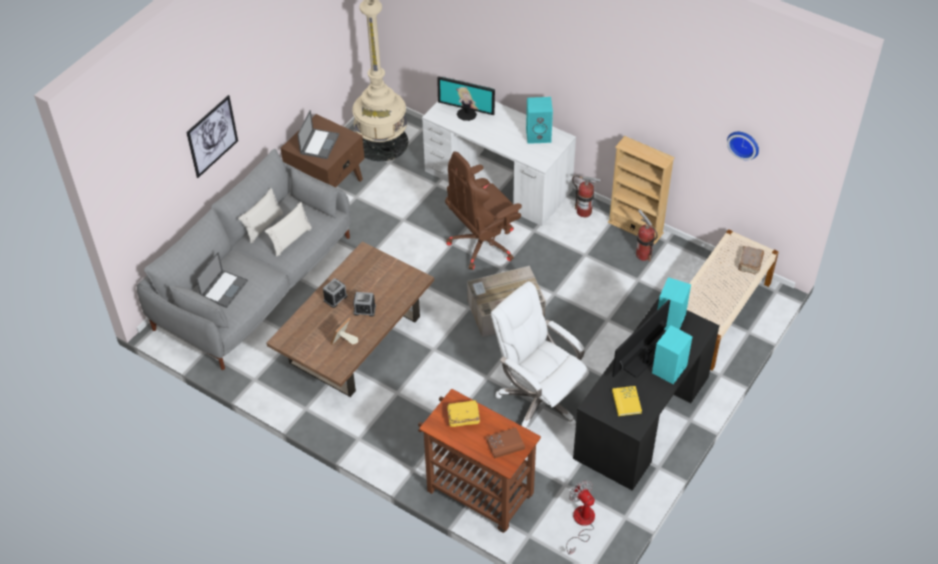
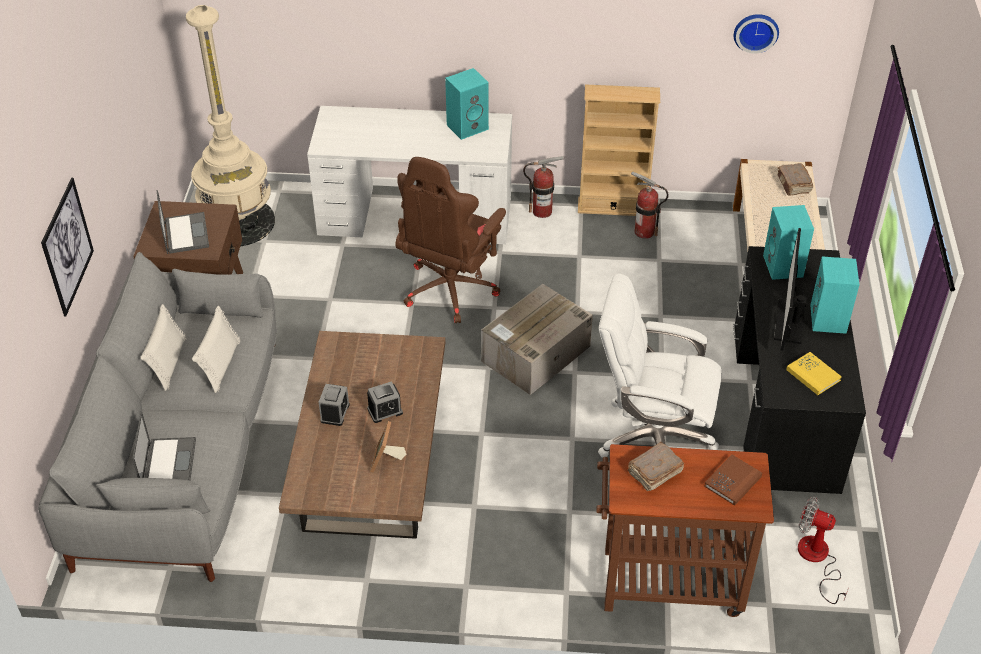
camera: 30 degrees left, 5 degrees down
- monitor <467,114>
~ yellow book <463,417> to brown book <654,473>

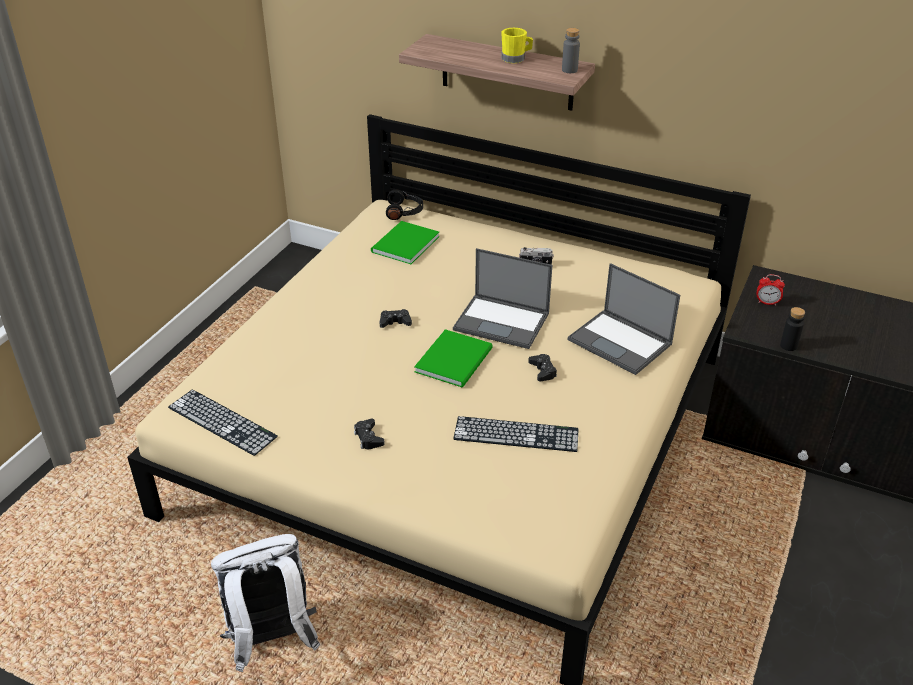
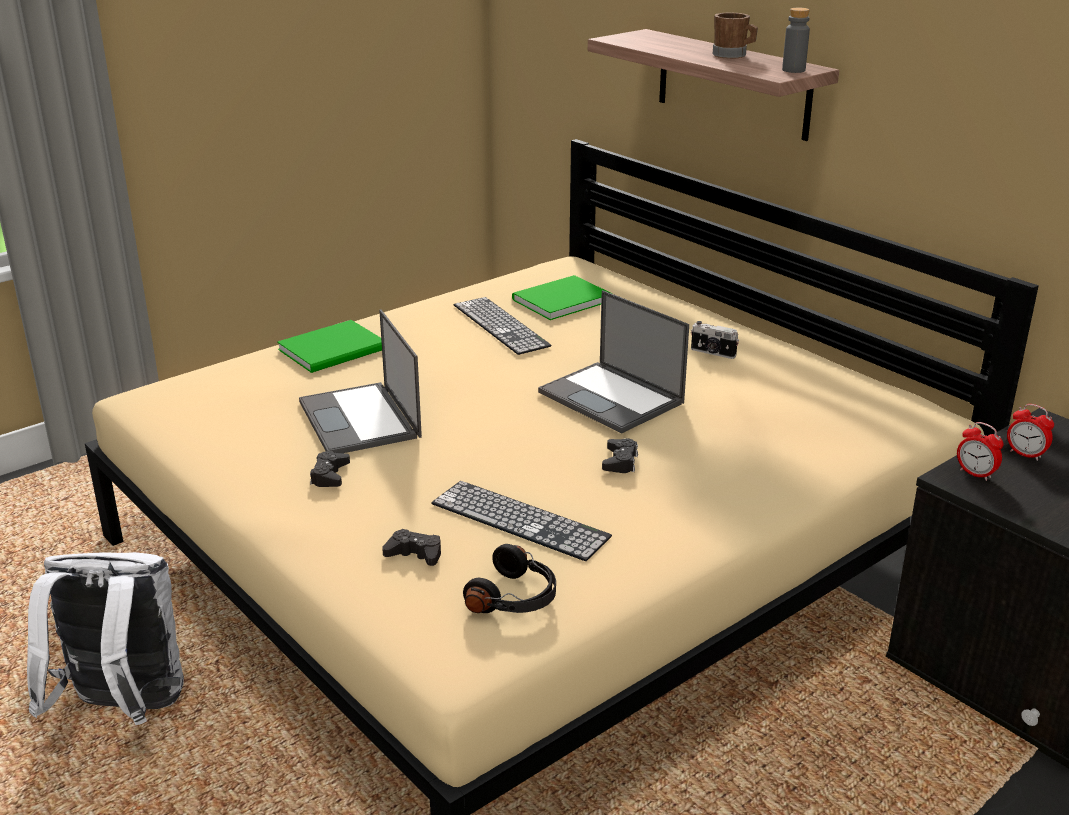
camera: 25 degrees right, 10 degrees down
~ yellow mug <516,59> to brown mug <733,55>
~ black headphones <404,212> to <515,598>
~ laptop <621,342> to <360,420>
- black bottle <788,346>
~ black game controller <395,322> to <415,554>
~ green book <456,359> to <336,349>
~ keyboard <222,422> to <501,325>
+ alarm clock <975,474>

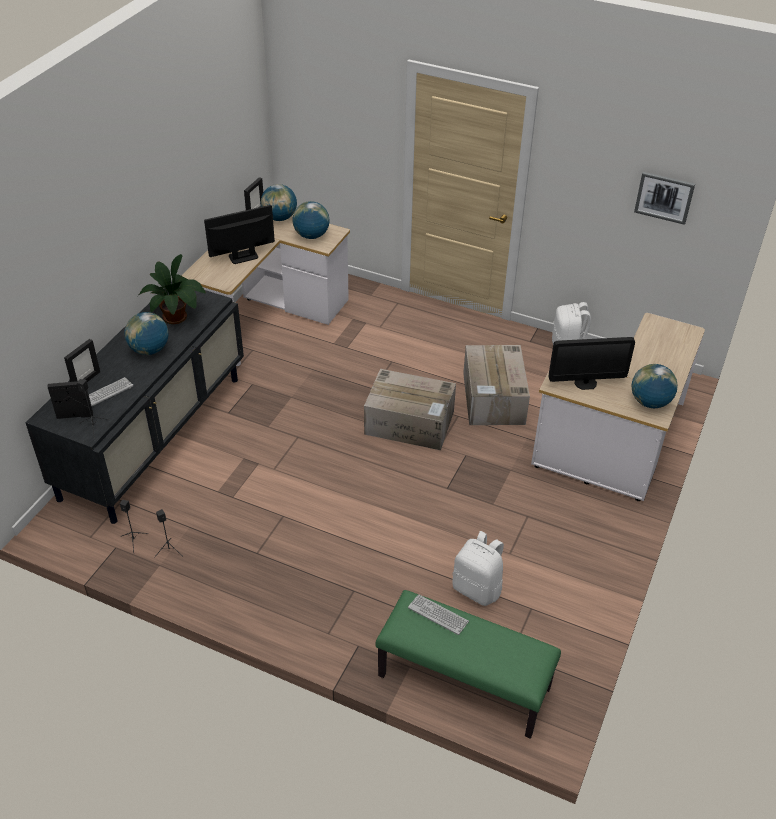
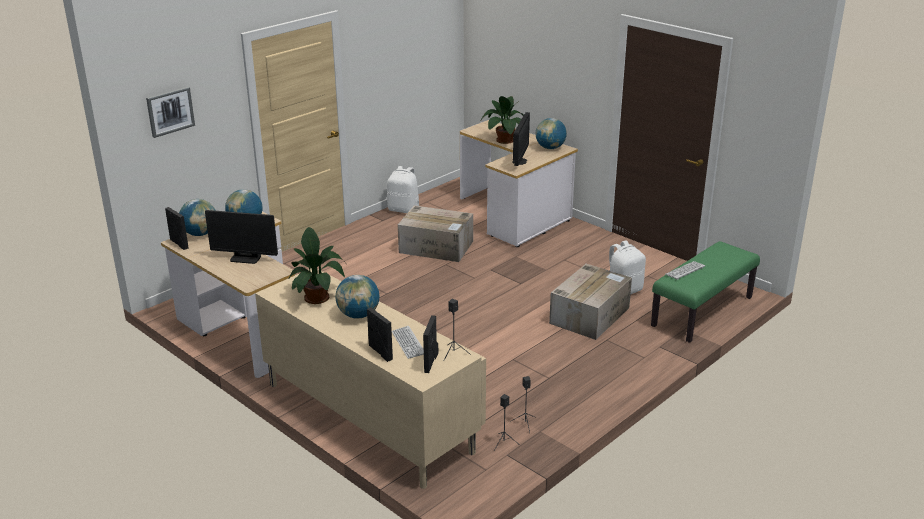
camera: 70 degrees left, 15 degrees down
~ picture <664,197> to <170,111>
~ monitor <243,256> = <245,258> 75 degrees counterclockwise
~ black cabinet <155,437> to beige cabinet <370,415>
~ cardboard box <410,423> to <590,315>
+ potted plant <503,140>

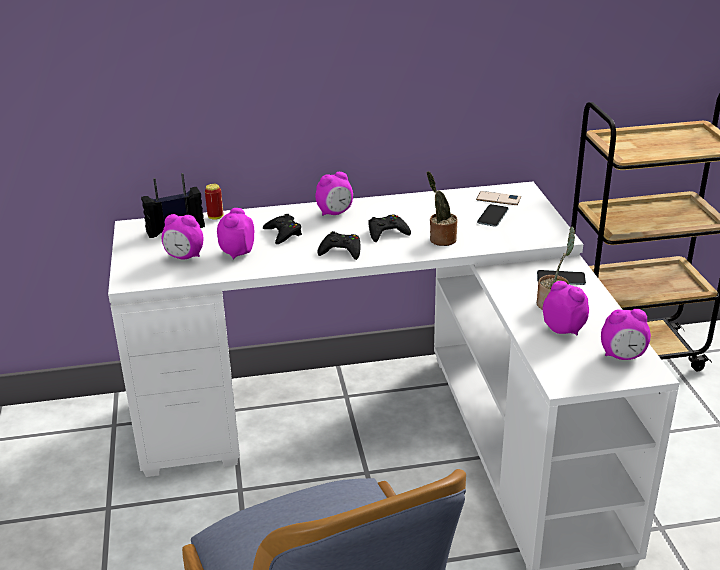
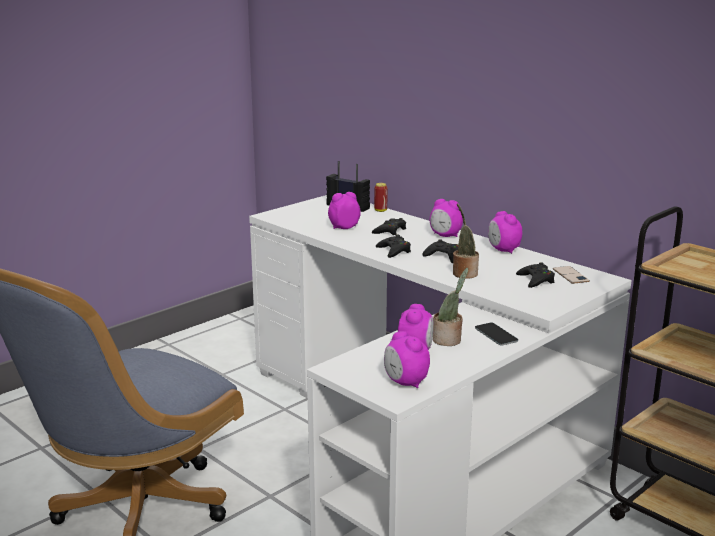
camera: 55 degrees right, 10 degrees down
~ phone <492,216> to black game controller <536,280>
~ alarm clock <184,257> to <503,250>

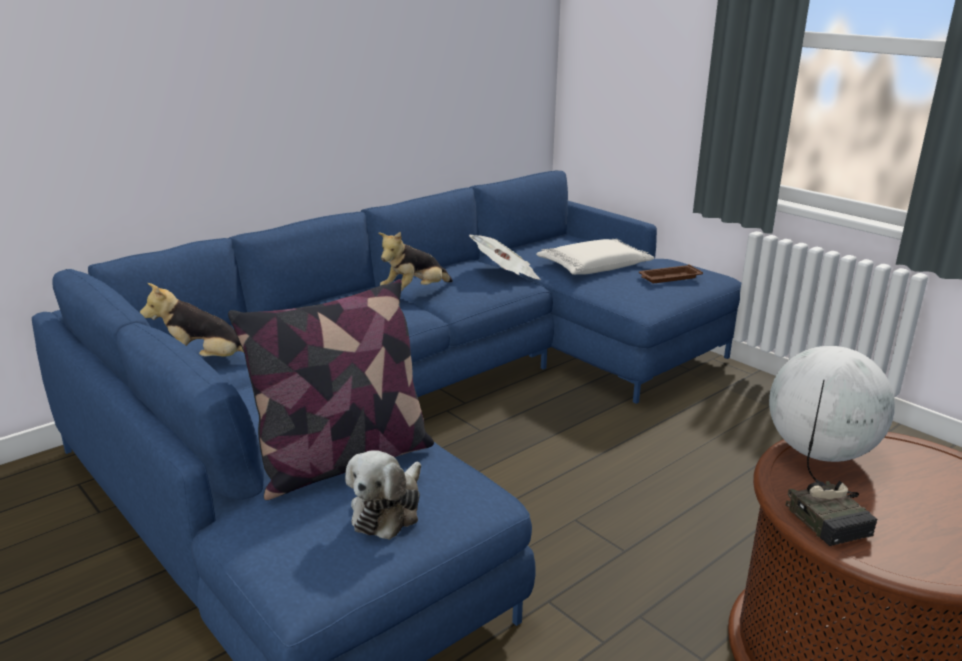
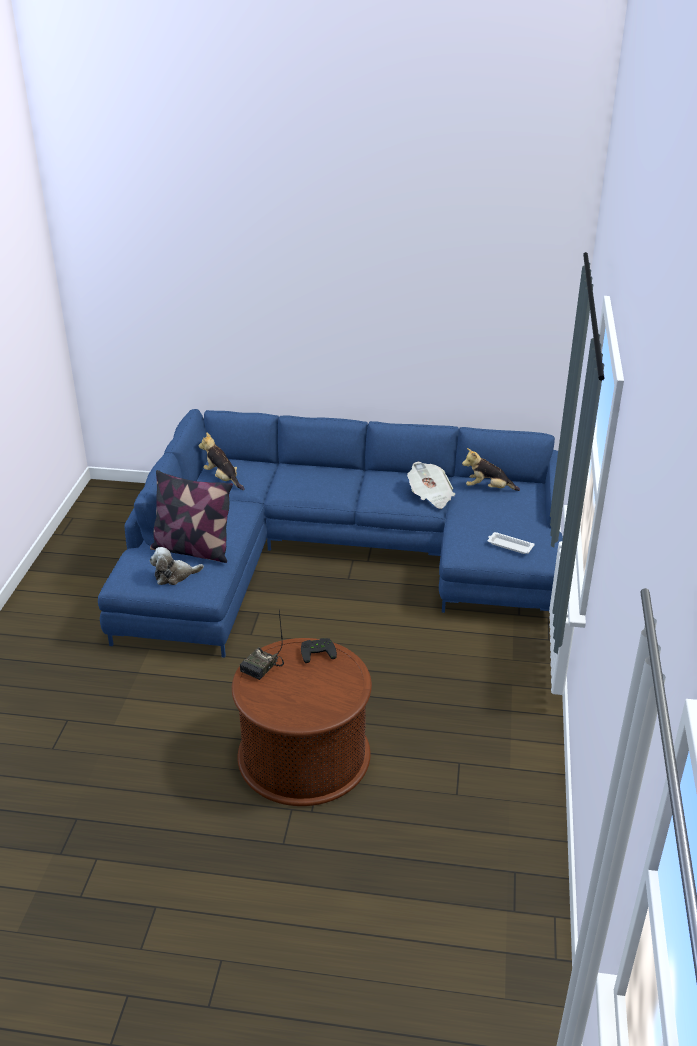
camera: 50 degrees right, 10 degrees up
~ plush toy <414,293> to <488,488>
- white pillow <594,264>
~ brown tray <668,278> to white tray <509,545>
~ globe <819,452> to black game controller <317,651>

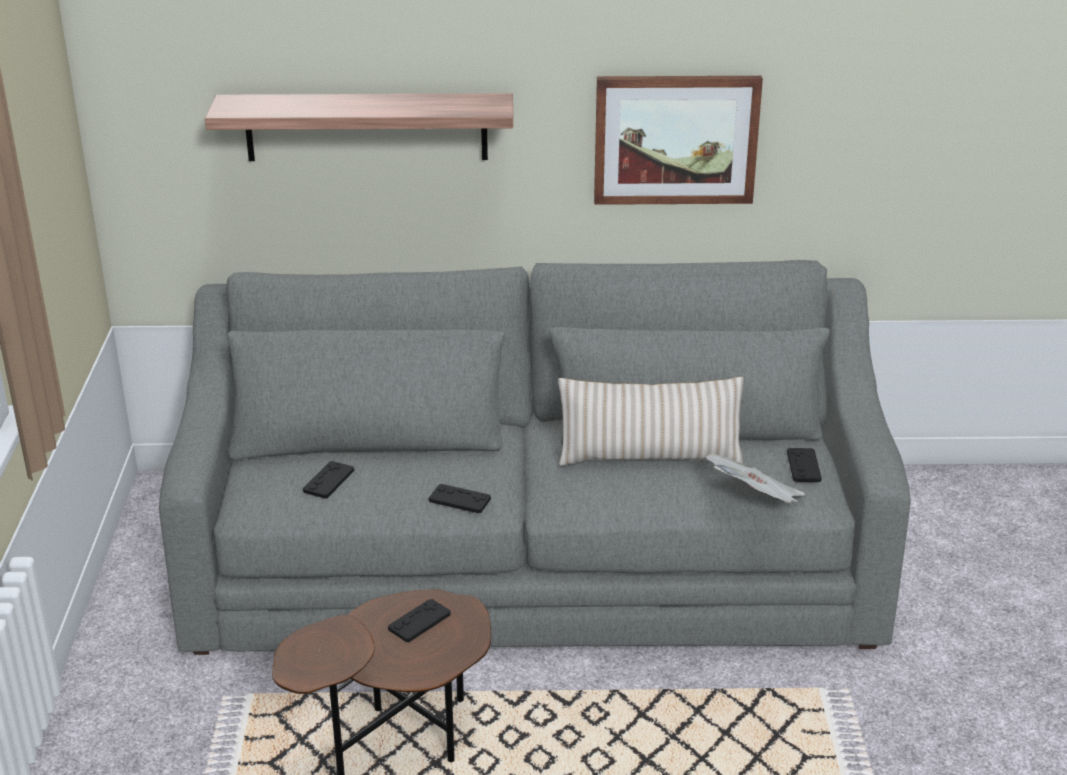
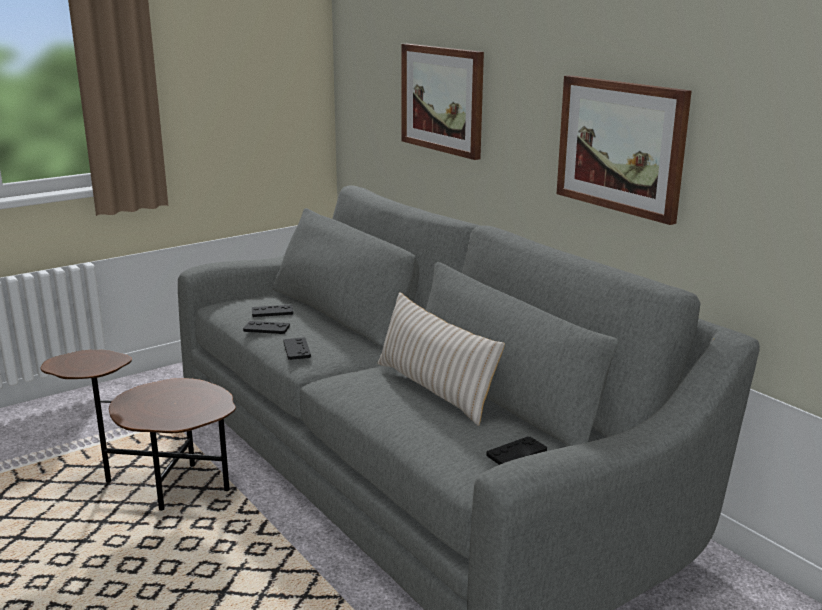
camera: 55 degrees right, 10 degrees down
~ shelf <366,127> to picture <442,99>
- newspaper <755,501>
~ black game controller <419,622> to <266,328>

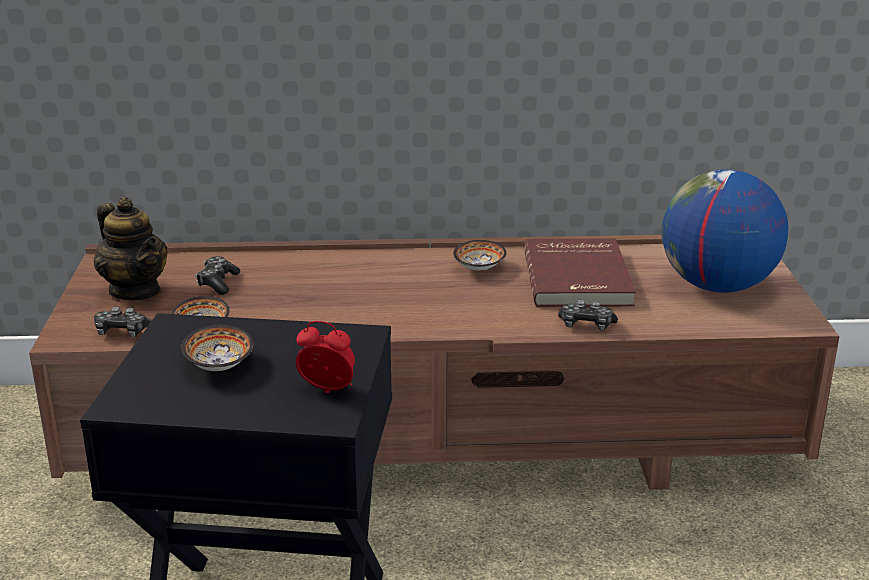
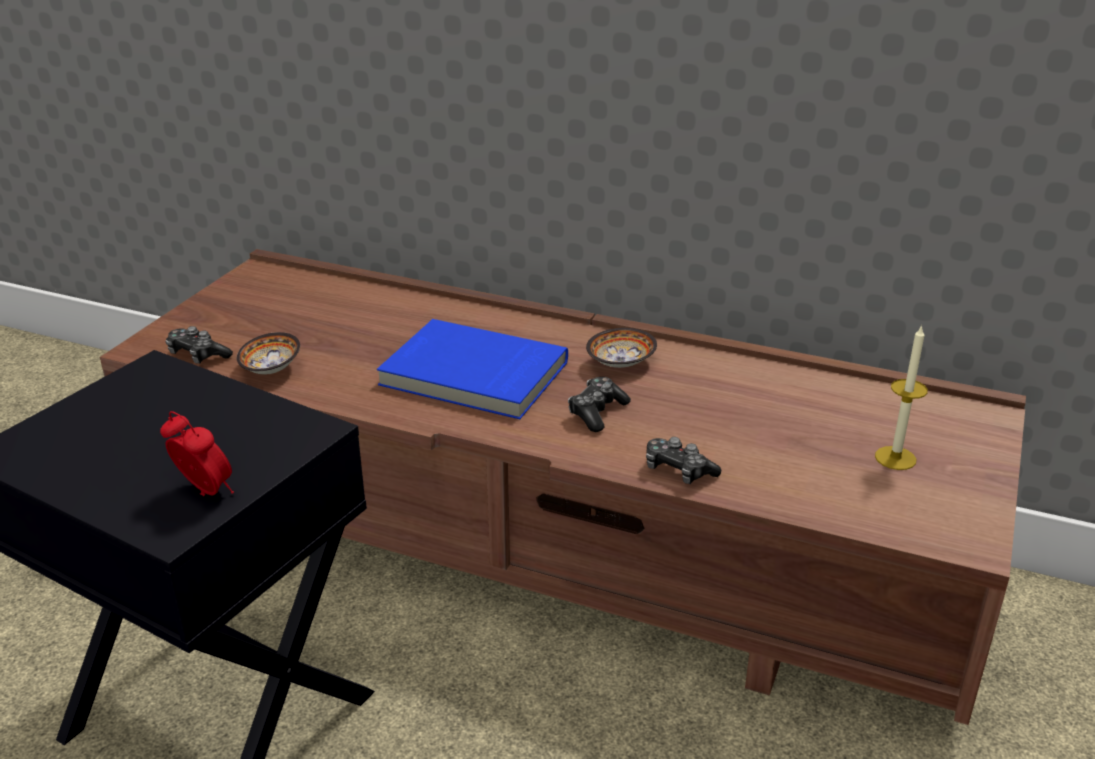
camera: 25 degrees right, 5 degrees up
~ globe <716,286> to candle <895,458>
- teapot <135,291>
- red book <579,278>
~ game controller <218,283> to <597,412>
- bowl <219,366>
+ blue book <473,375>

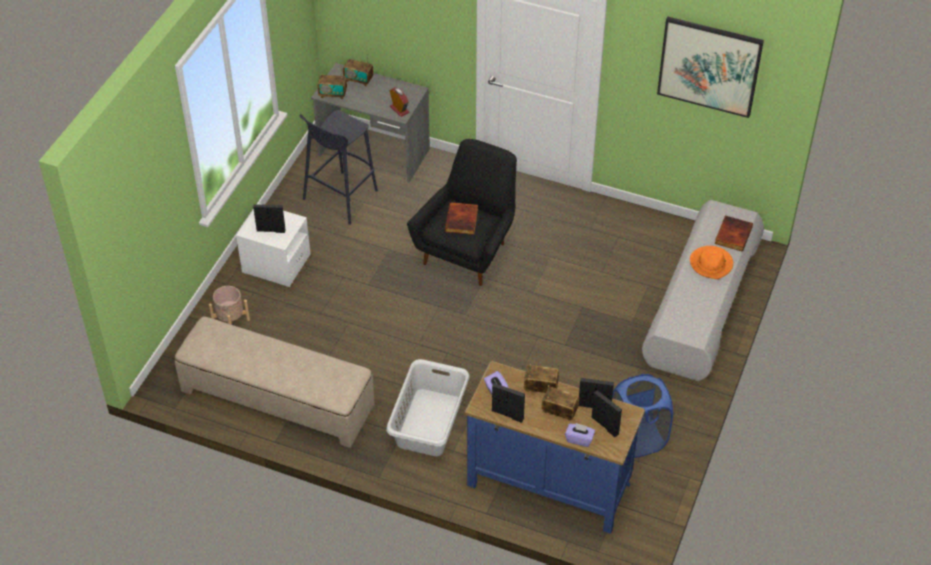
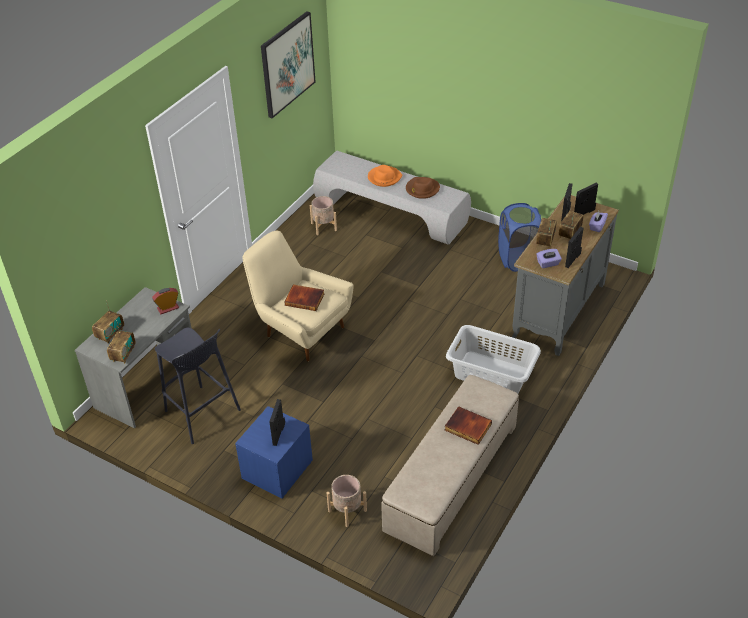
camera: 80 degrees left, 5 degrees down
~ black armchair <468,251> to beige armchair <300,331>
~ white nightstand <276,264> to blue nightstand <277,470>
~ book <732,235> to <467,427>
~ blue dresser <549,483> to grey dresser <557,309>
+ brown hat <422,189>
+ beige planter <323,227>

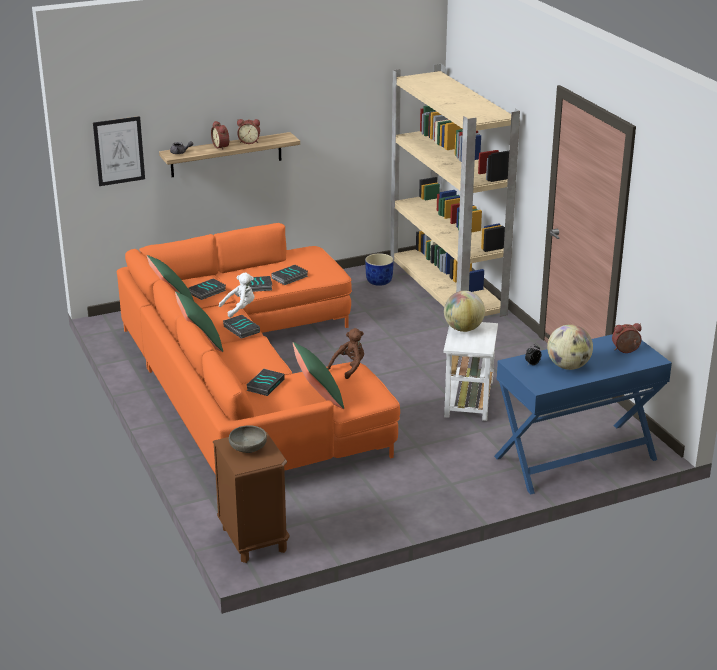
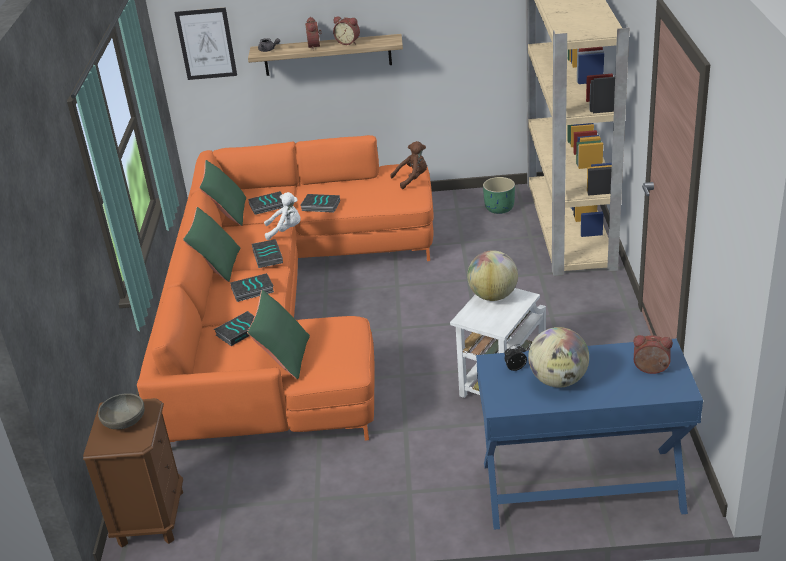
camera: 25 degrees right, 5 degrees up
~ blue planter <379,281> to green planter <499,208>
~ book <289,278> to <252,291>
~ brown plush toy <349,367> to <412,179>

